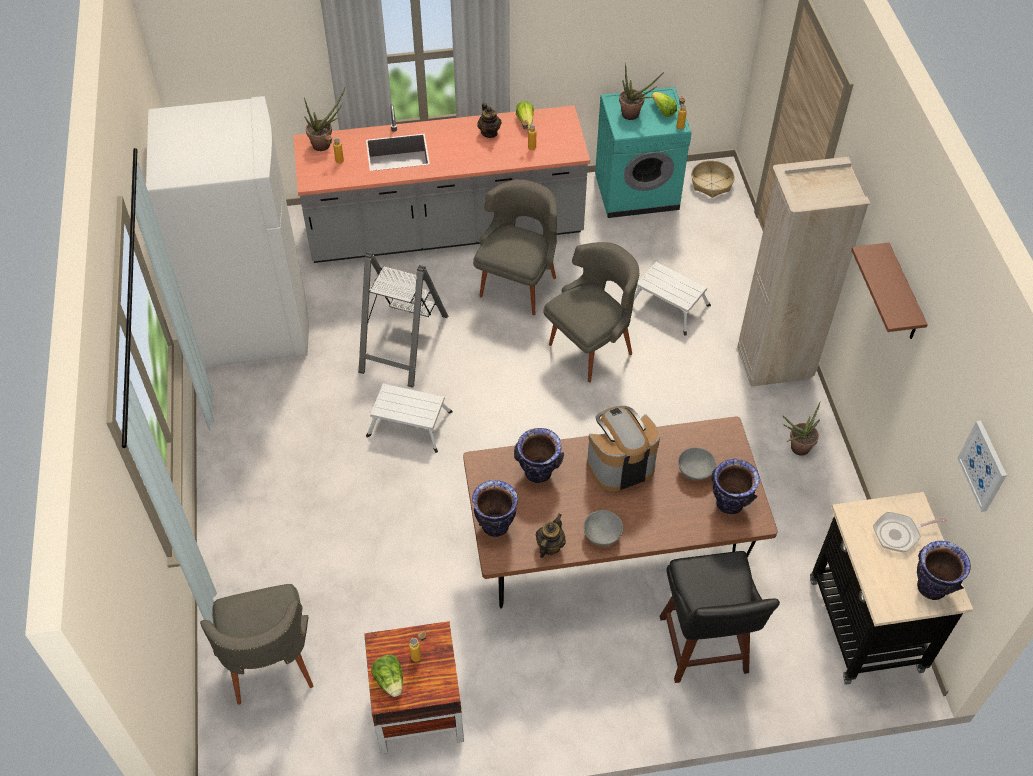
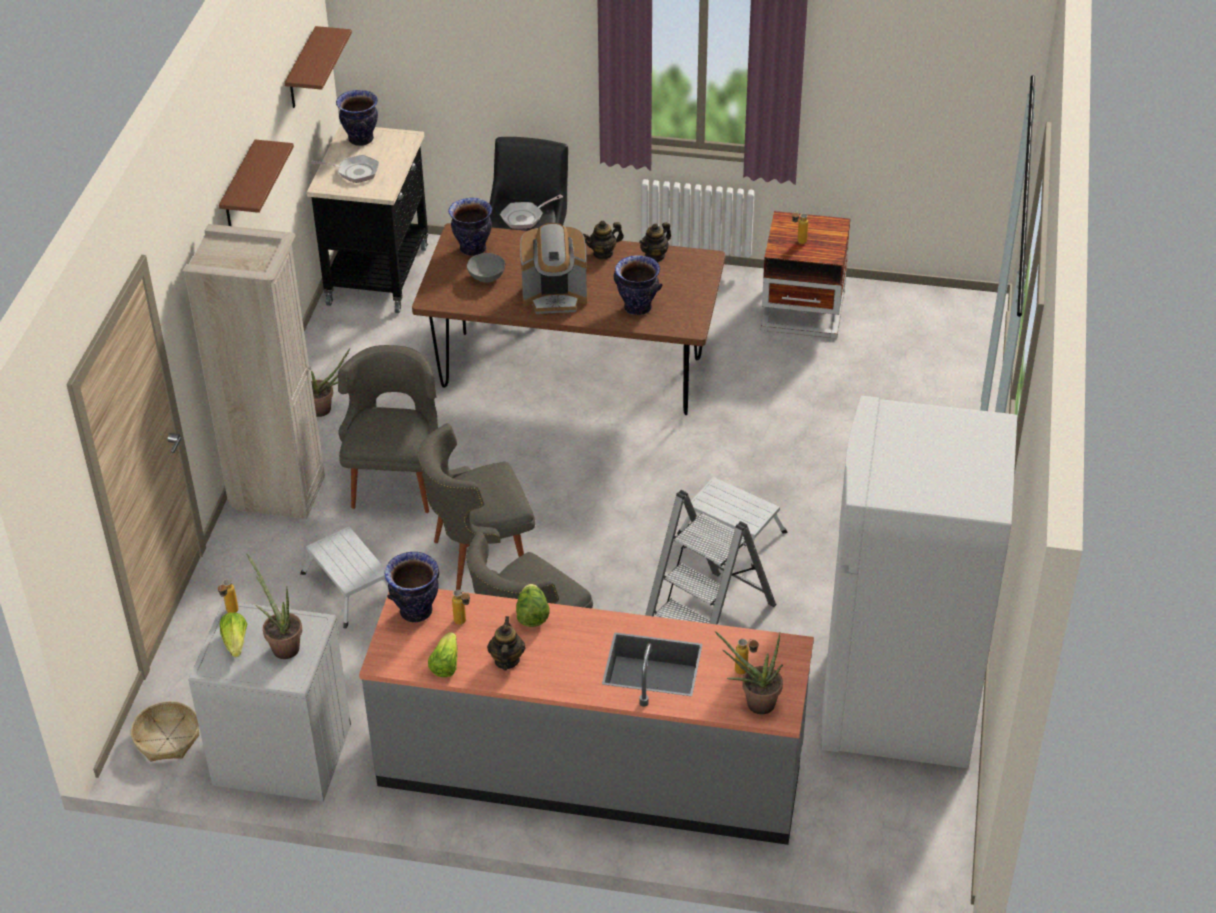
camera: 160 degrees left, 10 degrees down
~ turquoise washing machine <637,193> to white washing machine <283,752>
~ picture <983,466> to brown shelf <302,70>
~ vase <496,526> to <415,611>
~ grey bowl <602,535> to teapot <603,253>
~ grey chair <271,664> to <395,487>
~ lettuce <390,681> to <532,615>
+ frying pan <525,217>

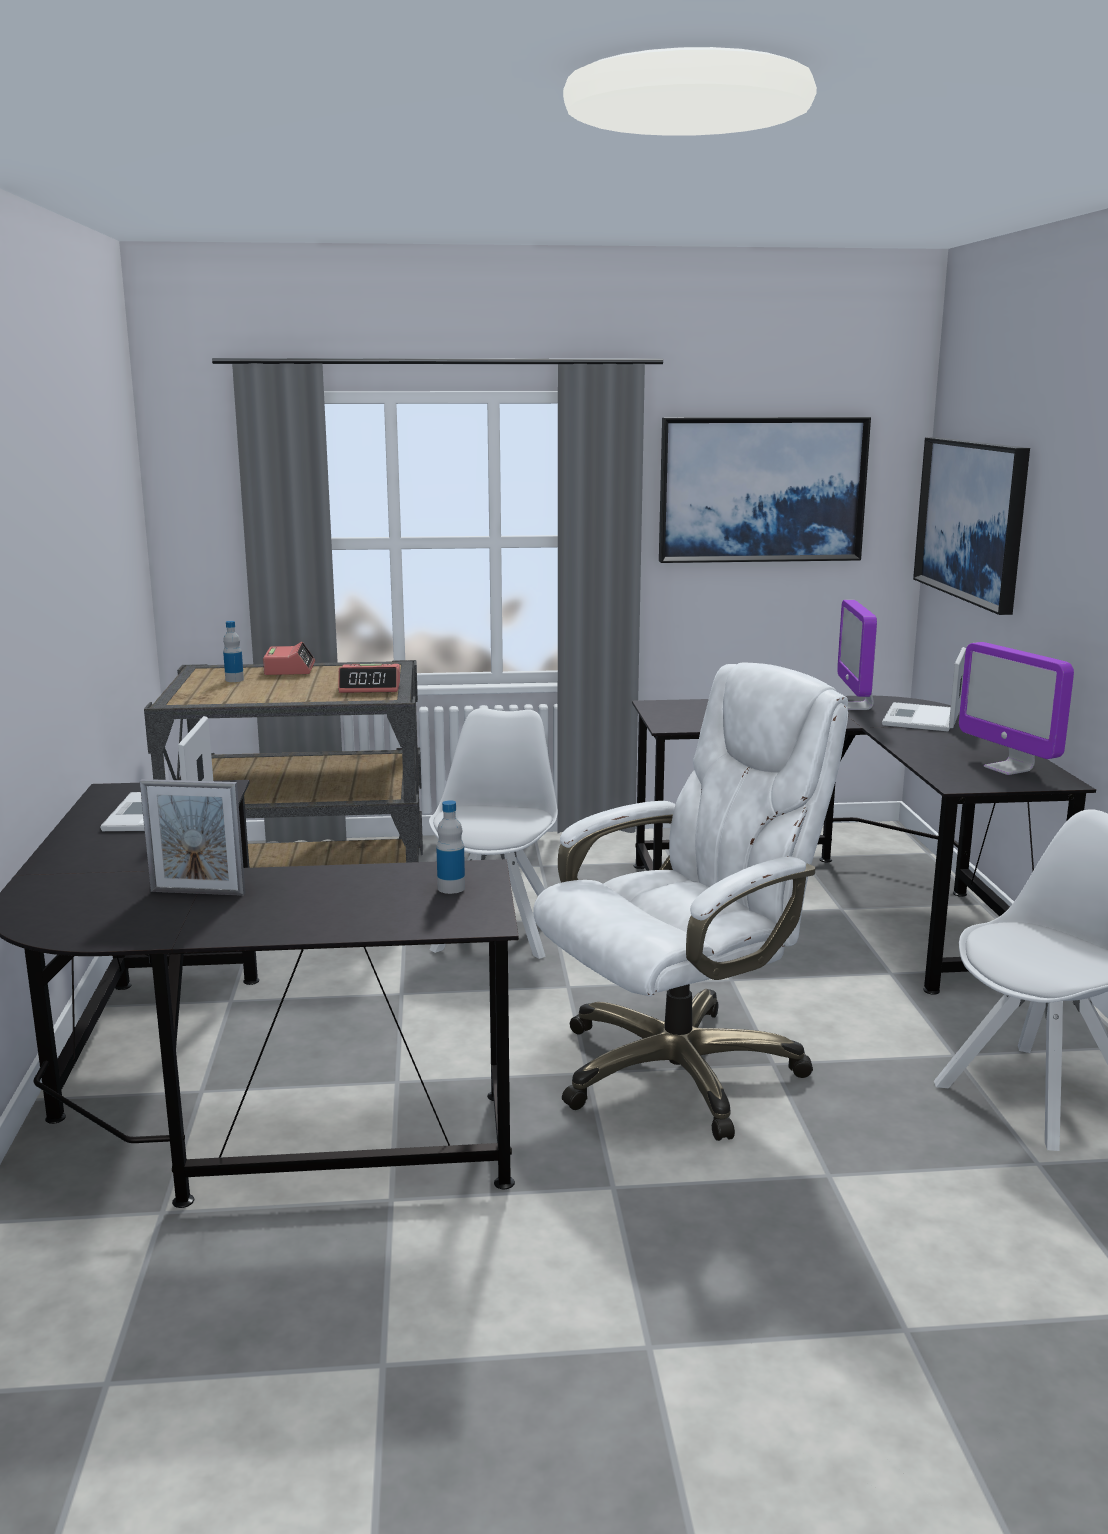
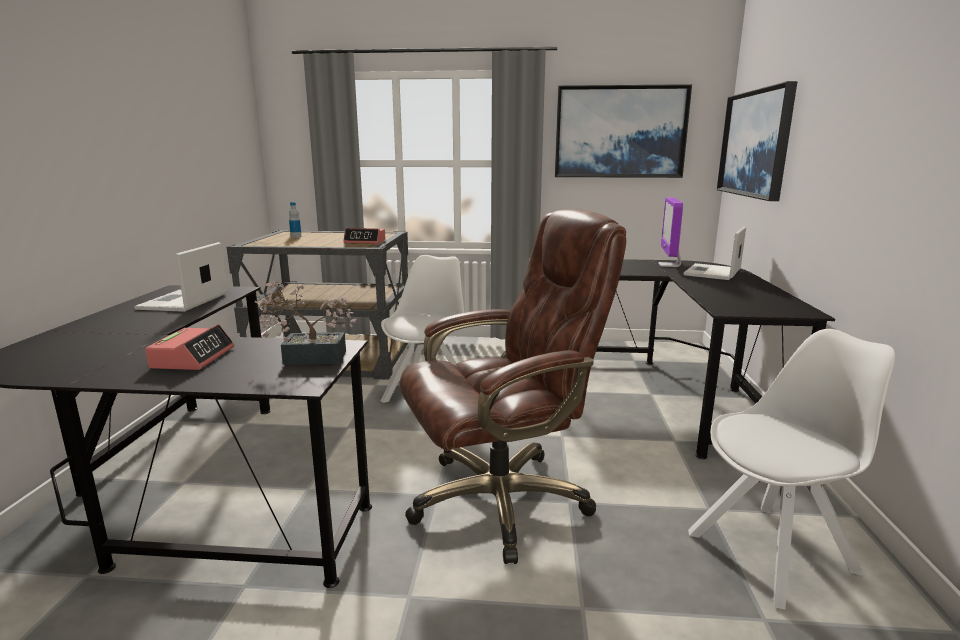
camera: 10 degrees right, 0 degrees up
~ alarm clock <289,669> to <193,358>
- monitor <1008,768>
~ white office chair <677,1070> to brown office chair <499,500>
- picture frame <197,892>
~ bottle <451,888> to potted plant <307,357>

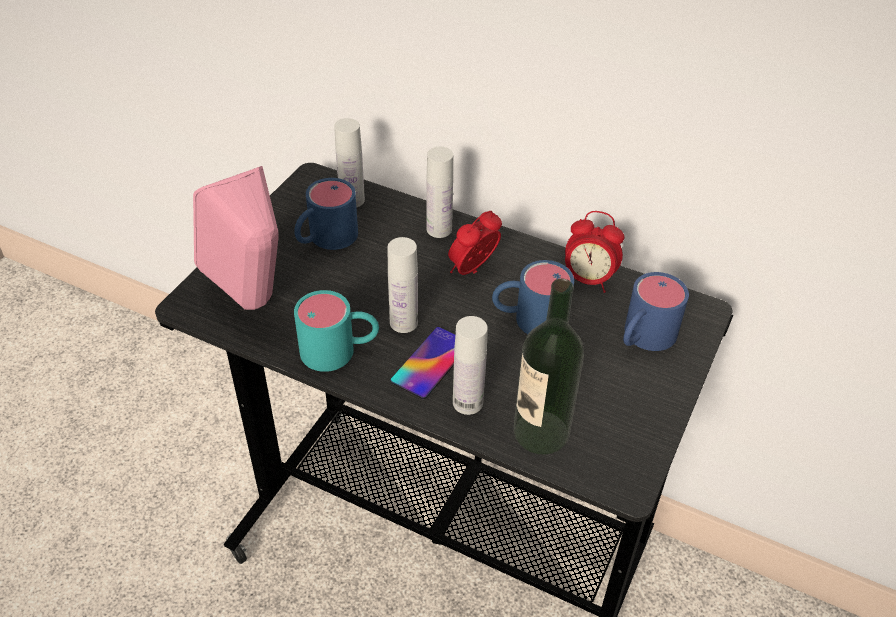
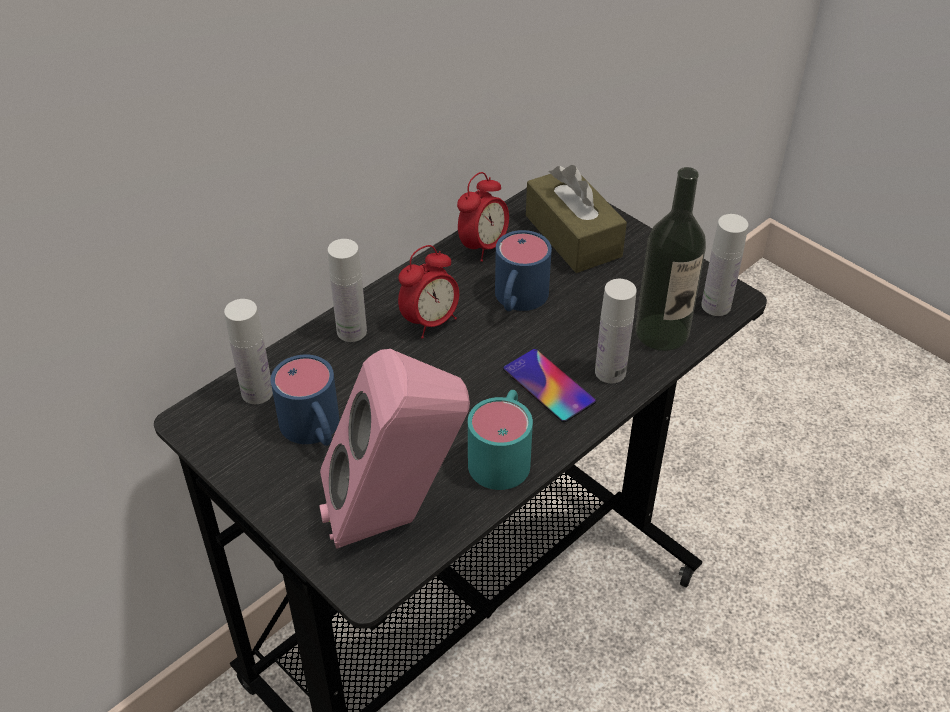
camera: 70 degrees left, 0 degrees up
~ alarm clock <473,270> = <430,322> 105 degrees counterclockwise
~ white bottle <403,322> to <716,306>
~ blue mug <643,338> to brown tissue box <573,236>

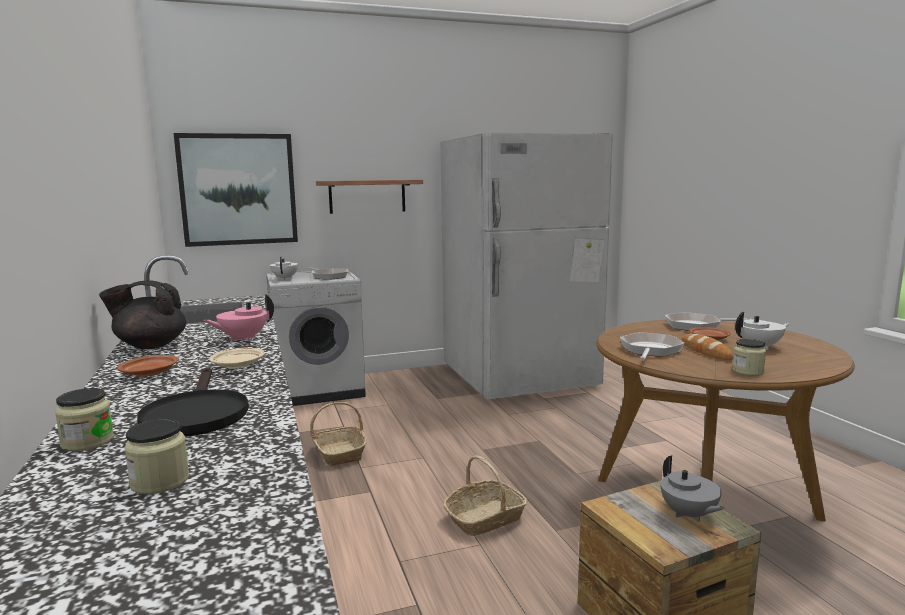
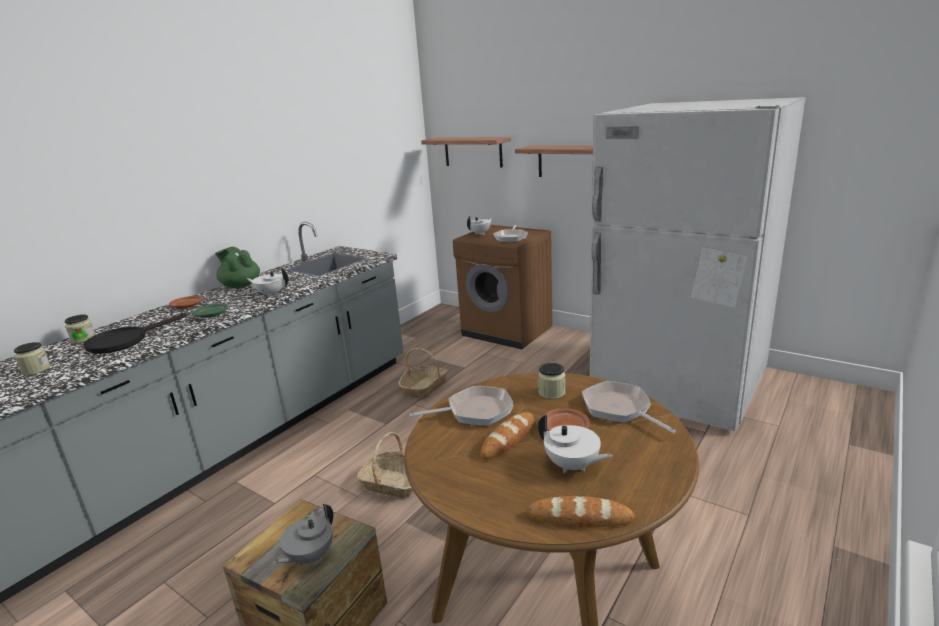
camera: 55 degrees right, 10 degrees up
~ picture <238,189> to shelf <473,152>
~ white washing machine <319,391> to brown washing machine <506,331>
~ black teapot <150,346> to green teapot <240,285>
~ pink teapot <242,338> to white teapot <271,294>
~ jar <747,371> to <552,393>
~ beige plate <238,366> to green plate <212,315>
+ bread <579,517>

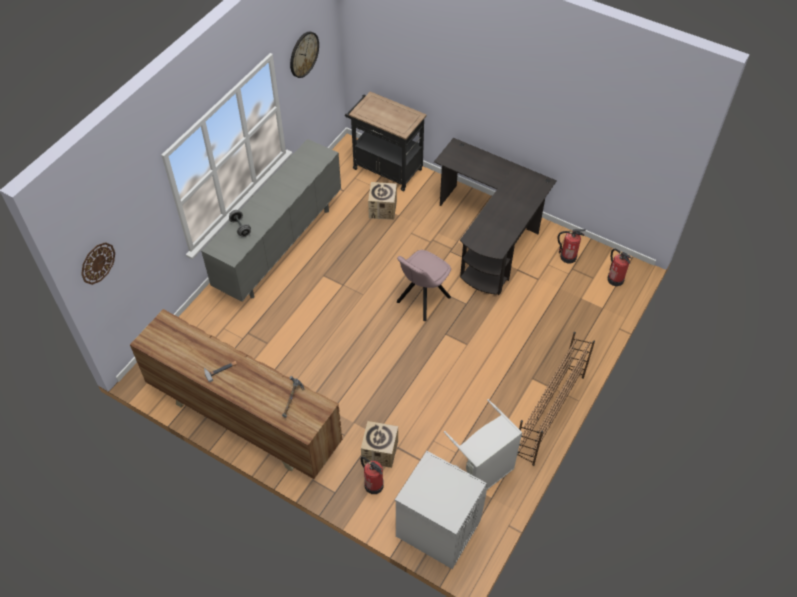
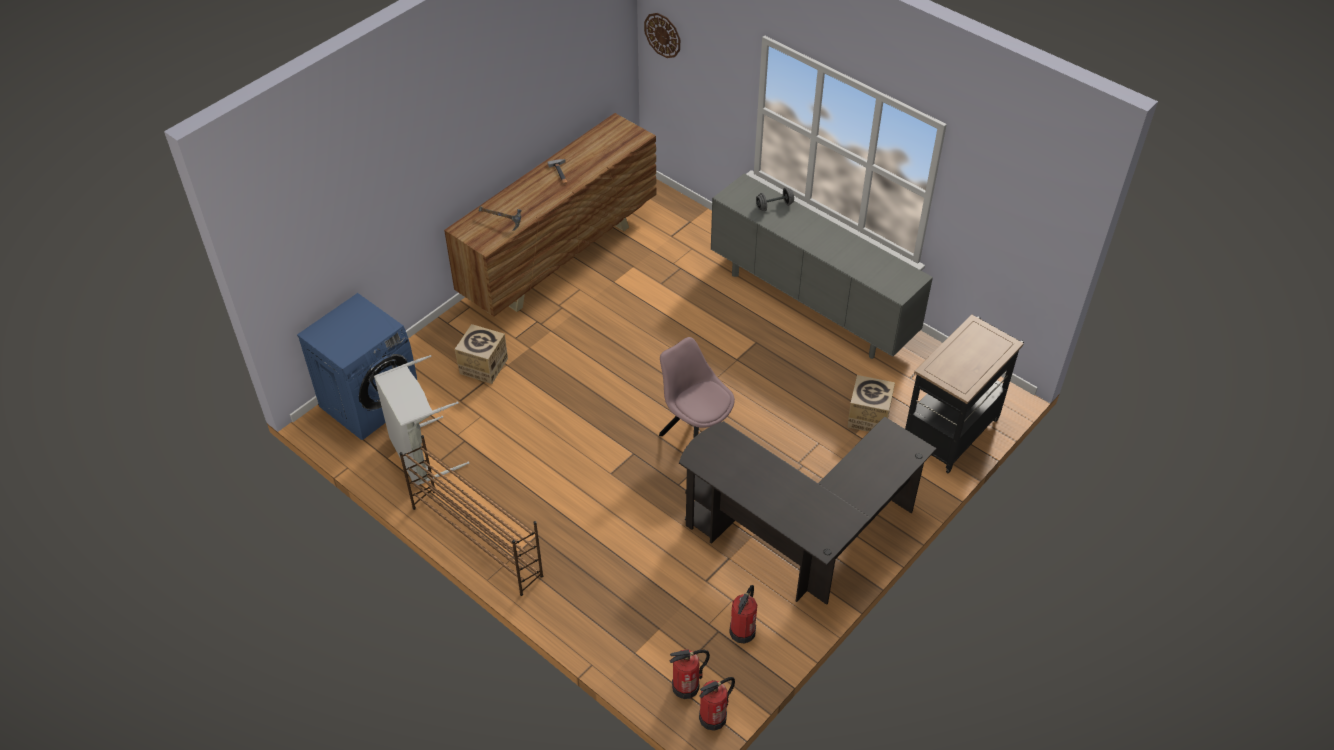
camera: 100 degrees right, 5 degrees down
- wall clock <303,54>
~ white washing machine <438,528> to blue washing machine <370,403>
~ fire extinguisher <373,484> to <713,717>

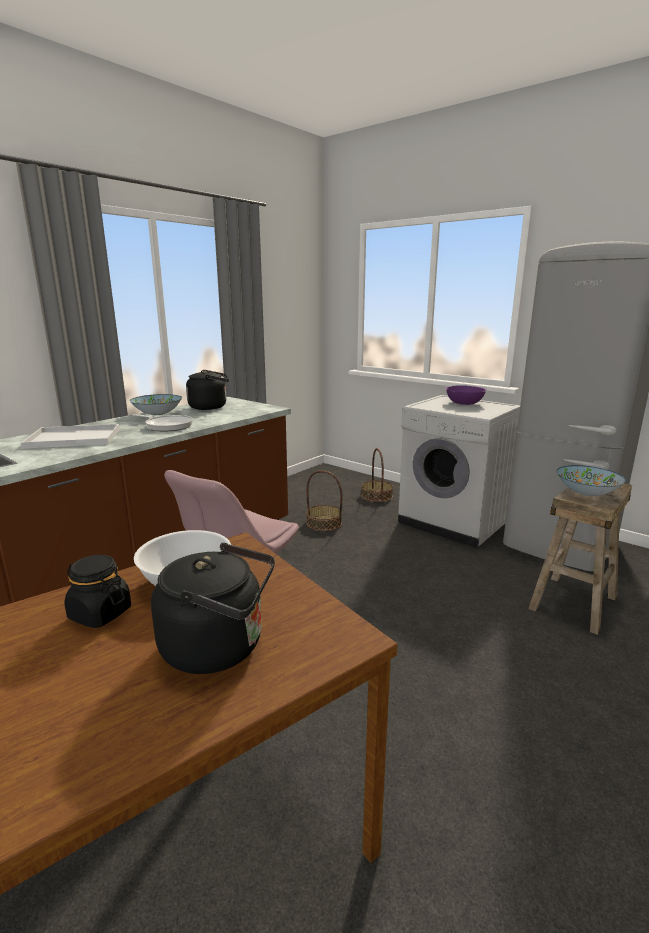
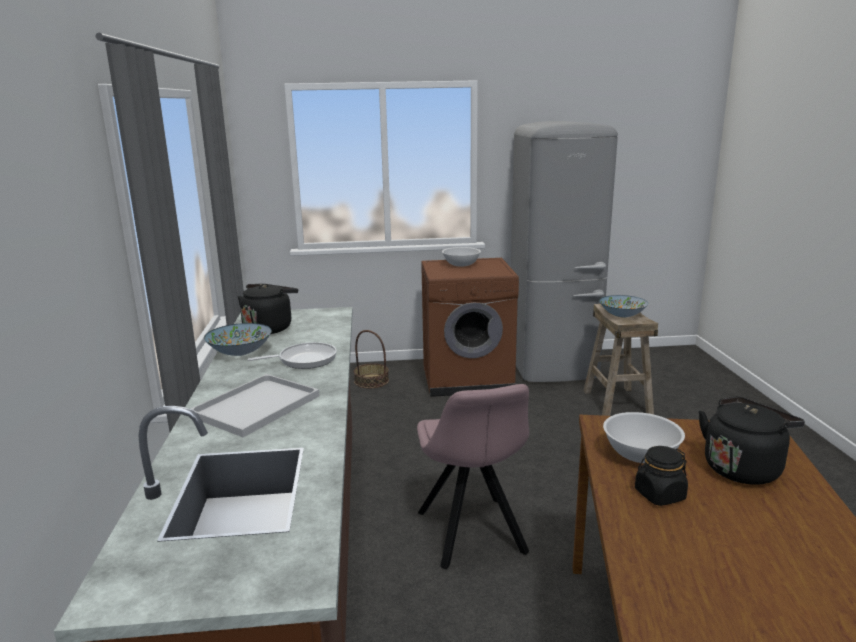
camera: 45 degrees left, 0 degrees up
~ purple bowl <464,403> to white bowl <461,265>
~ white washing machine <452,523> to brown washing machine <468,380>
- basket <324,523>

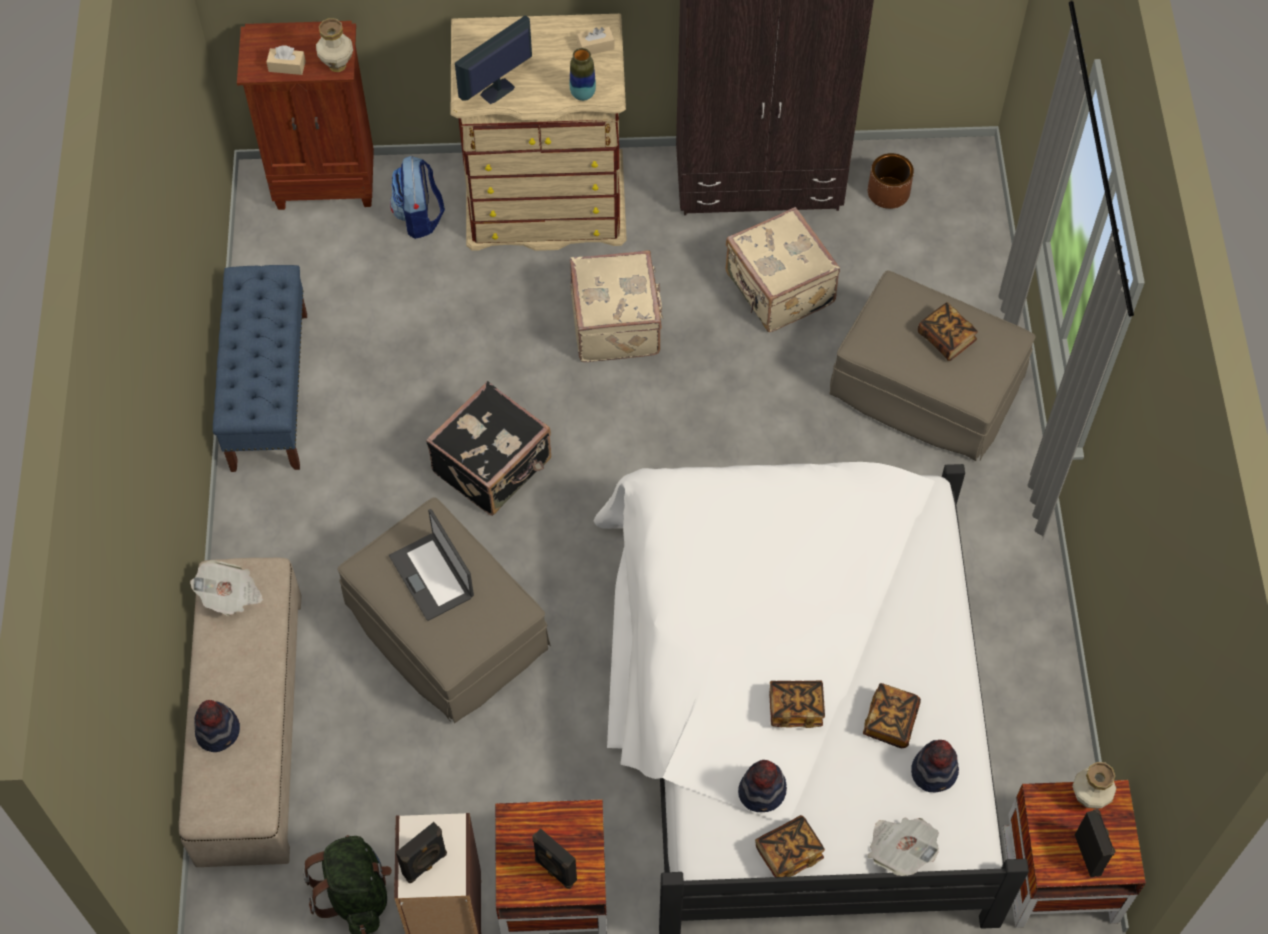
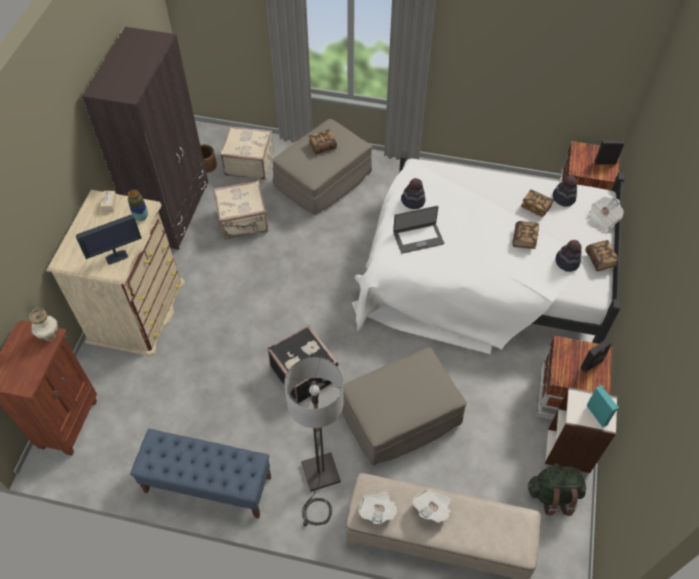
camera: 75 degrees left, 5 degrees down
~ monitor <496,91> = <117,256> 90 degrees counterclockwise
- beige tissue box <287,66>
- backpack <419,217>
~ beige suitcase <617,323> to <249,163>
~ laptop <432,576> to <418,238>
~ hat <218,731> to <413,201>
- vase <1088,799>
~ black speaker <425,865> to turquoise speaker <597,414>
+ floor lamp <319,484>
+ newspaper <432,508>

